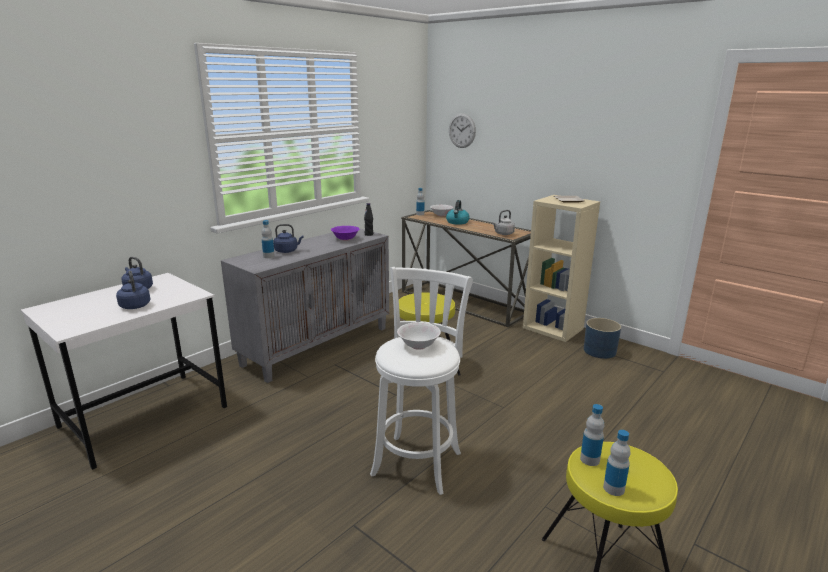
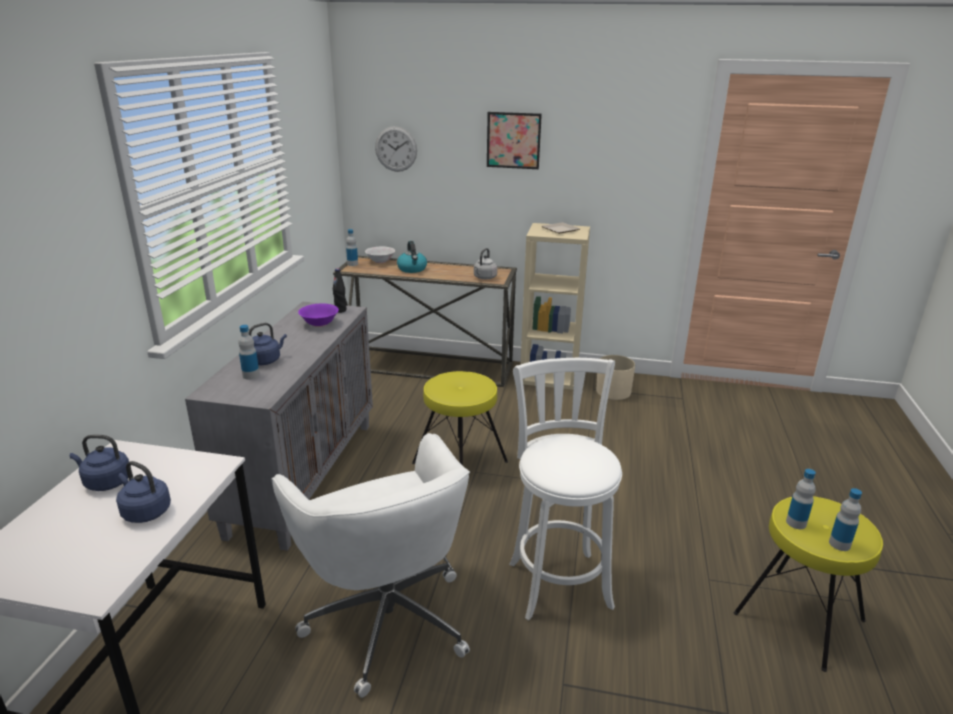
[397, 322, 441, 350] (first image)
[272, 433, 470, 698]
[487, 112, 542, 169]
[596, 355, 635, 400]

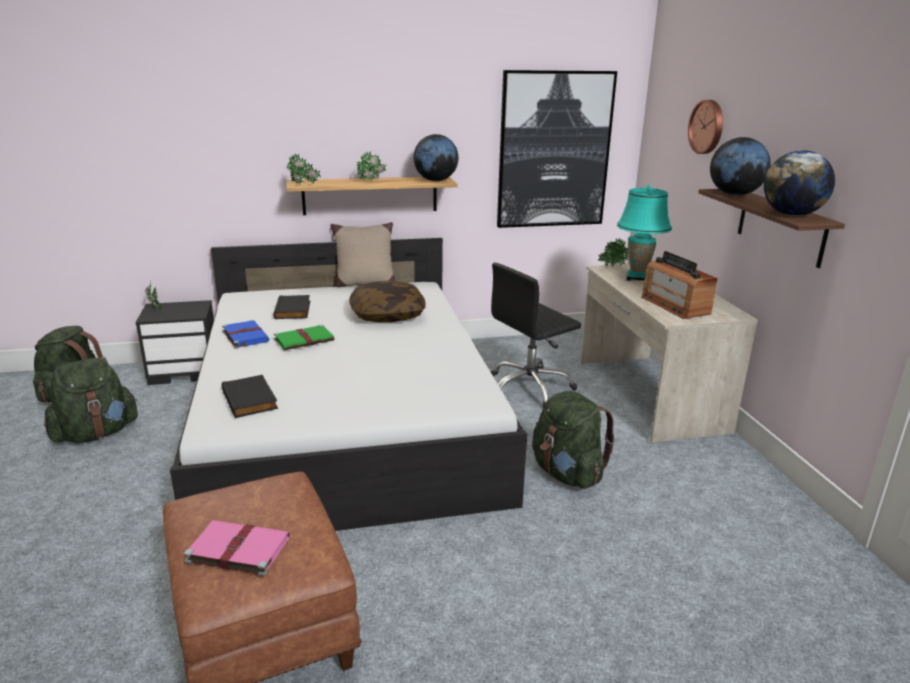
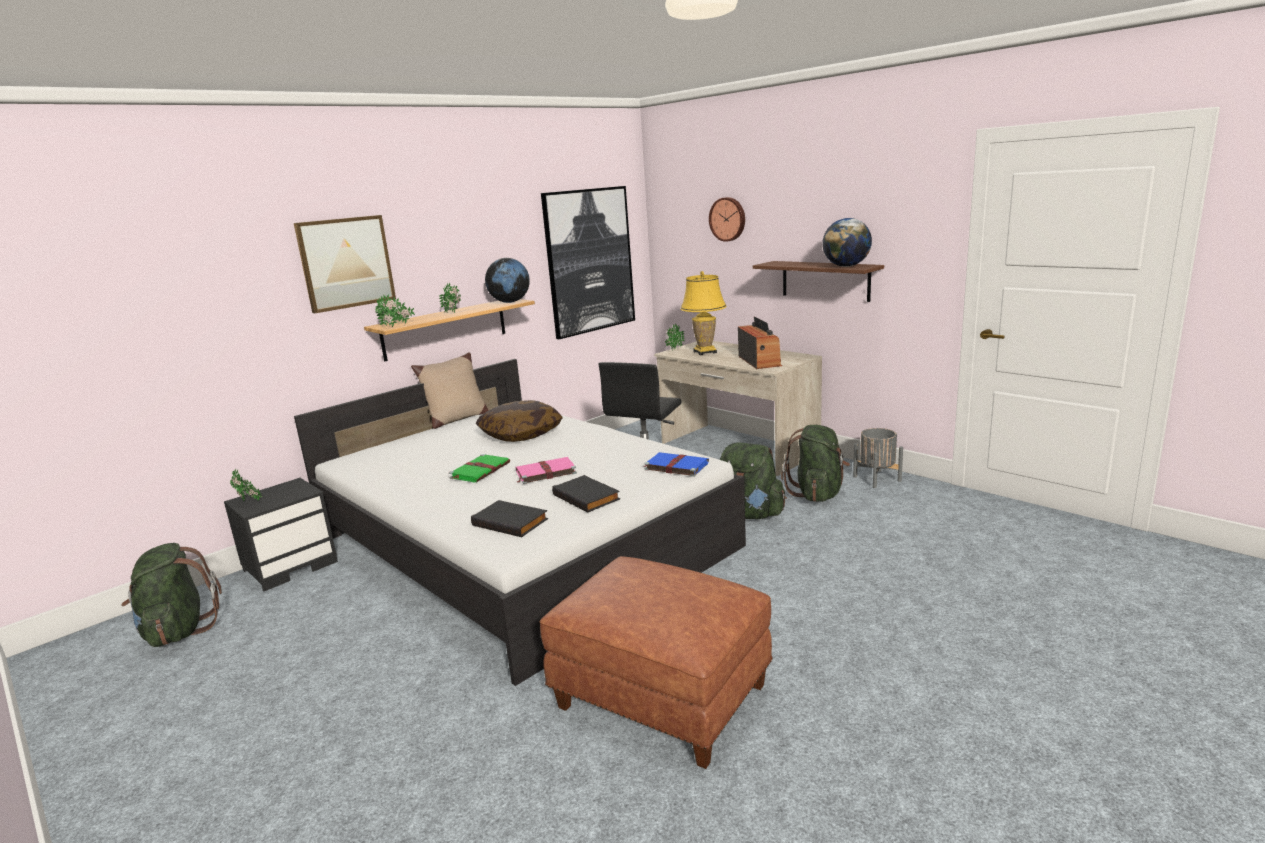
[710, 137, 771, 195] (first image)
[294, 215, 396, 313]
[853, 428, 903, 488]
[781, 425, 850, 502]
[516, 457, 577, 484]
[644, 452, 709, 477]
[552, 475, 620, 512]
[681, 271, 727, 355]
[738, 317, 782, 369]

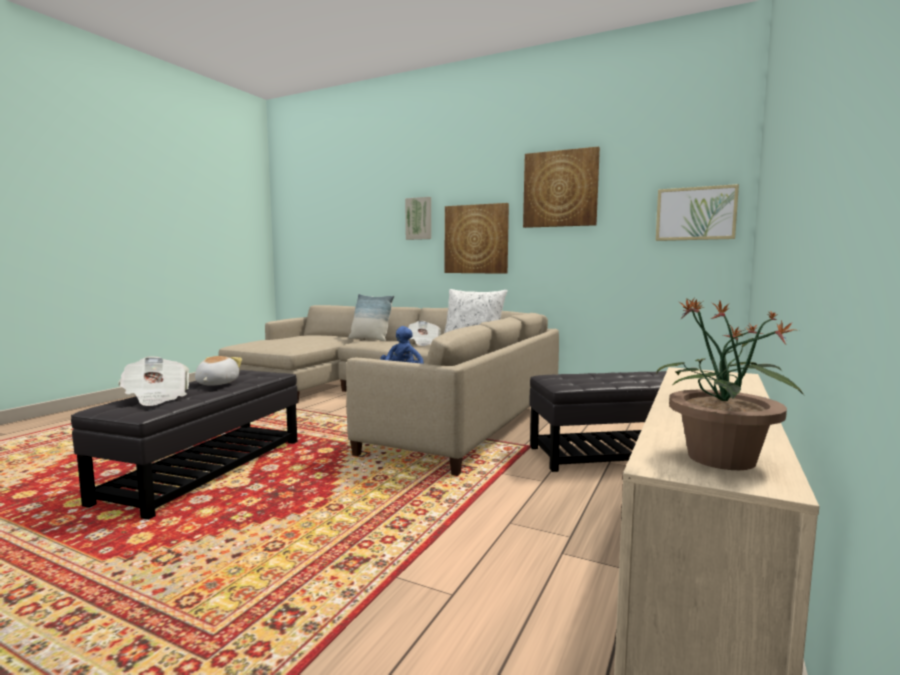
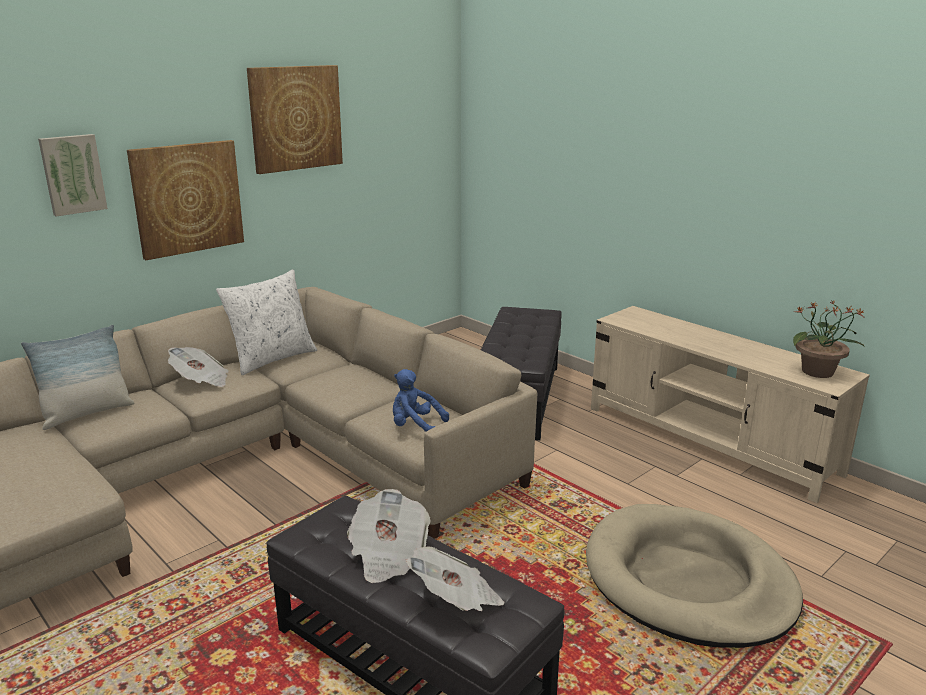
[656, 184, 739, 241] (first image)
[586, 504, 803, 648]
[347, 489, 431, 583]

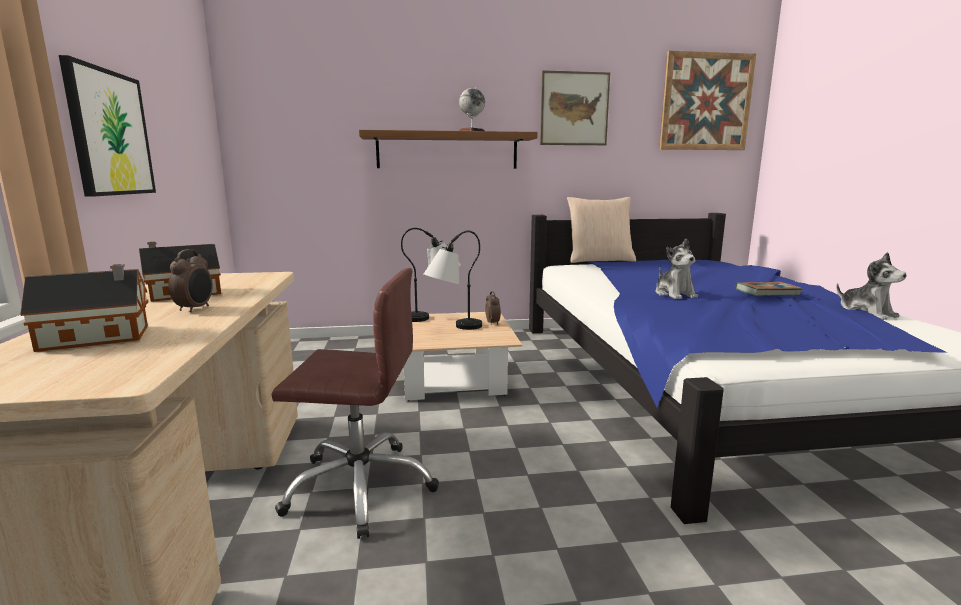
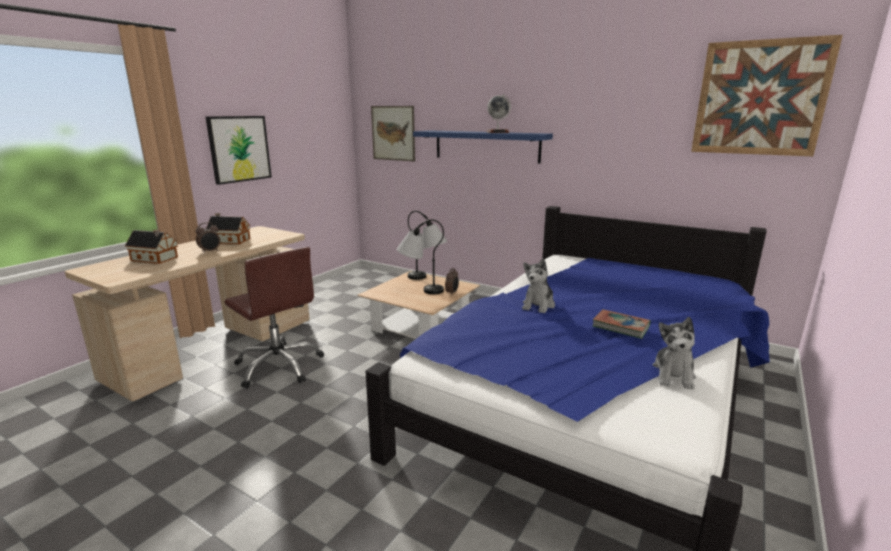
[567, 197, 636, 263] (first image)
[371, 106, 415, 161]
[413, 130, 553, 163]

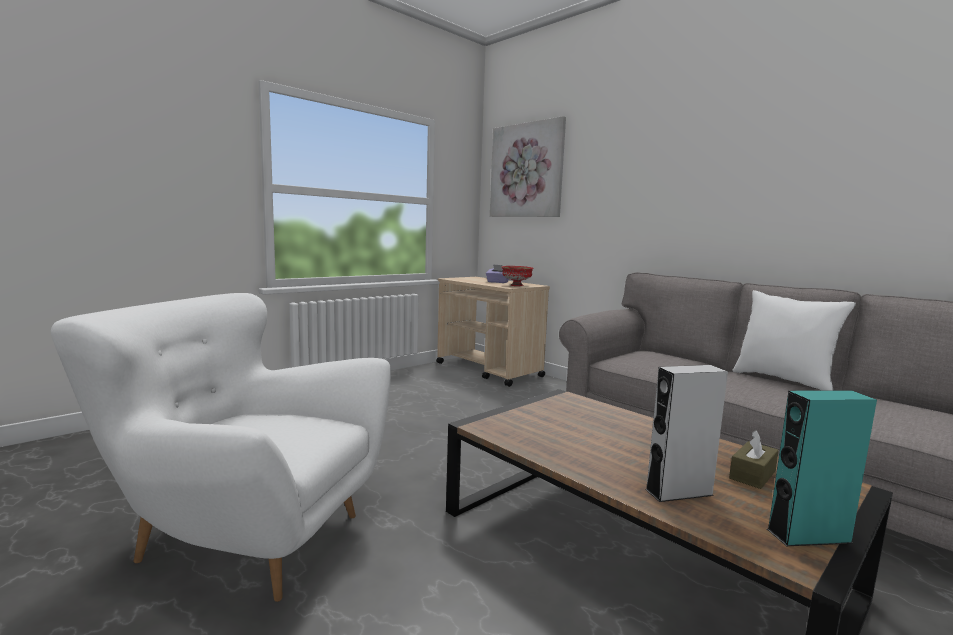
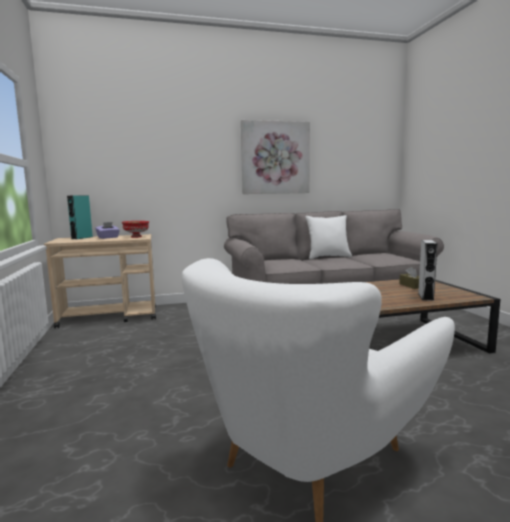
[241, 120, 310, 194]
[67, 195, 93, 239]

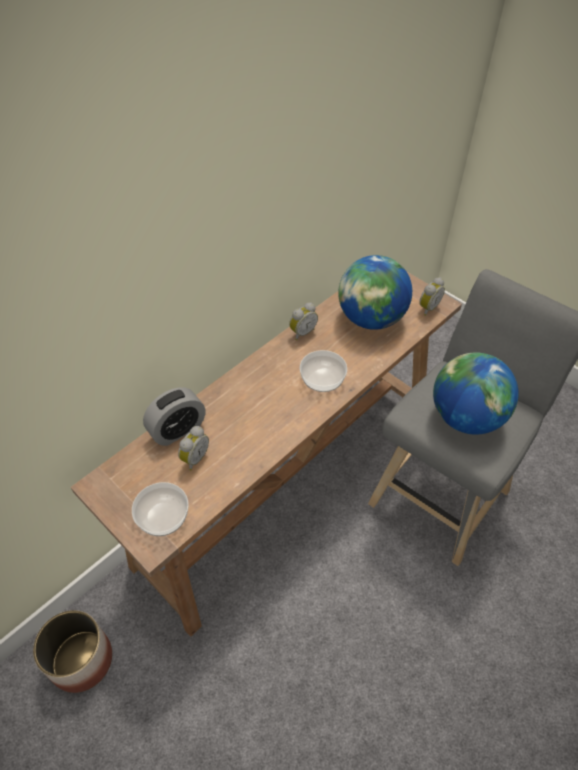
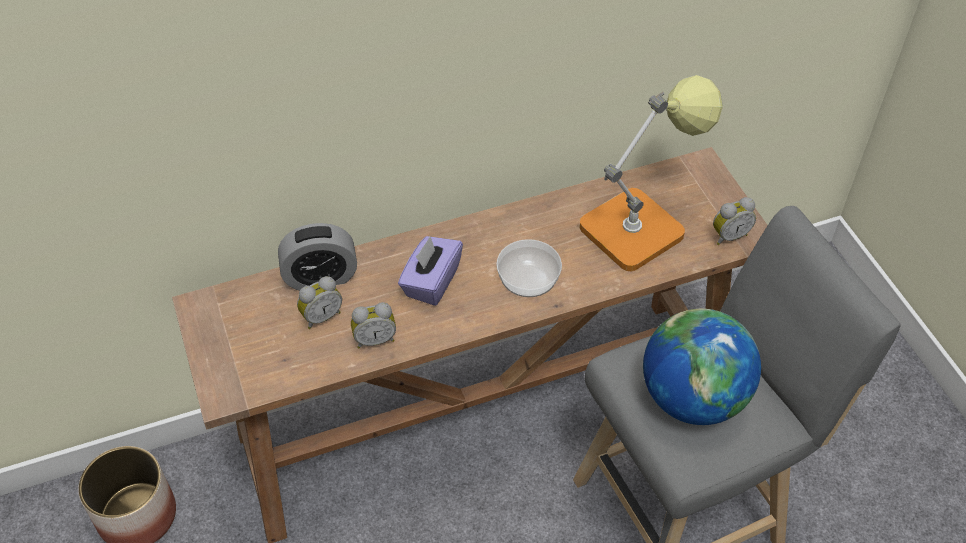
[132, 482, 189, 536] (first image)
[398, 236, 463, 306]
[351, 302, 396, 349]
[579, 75, 723, 272]

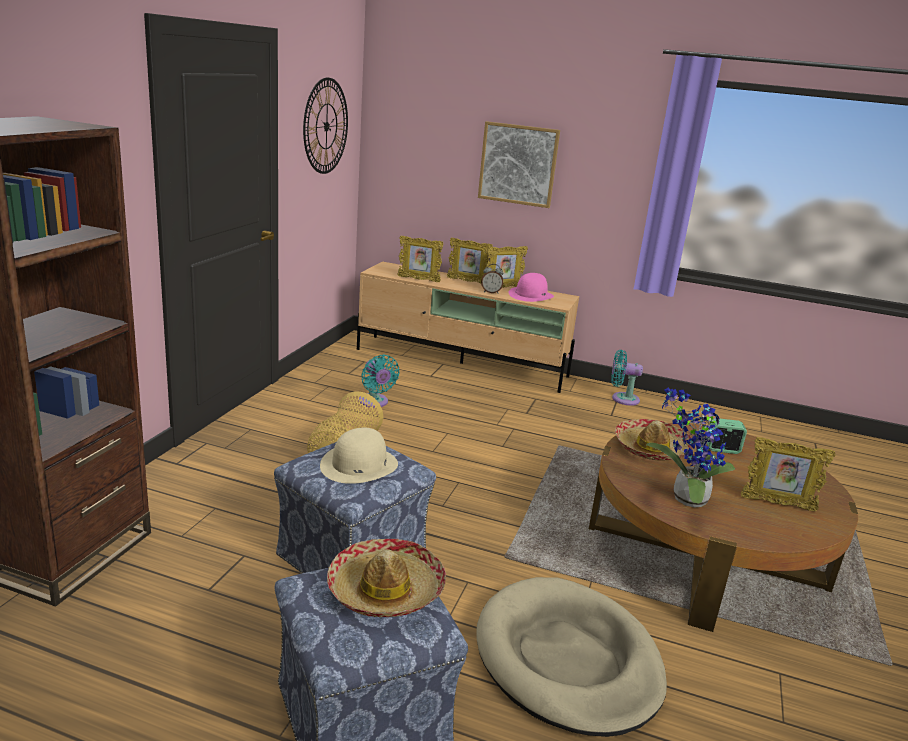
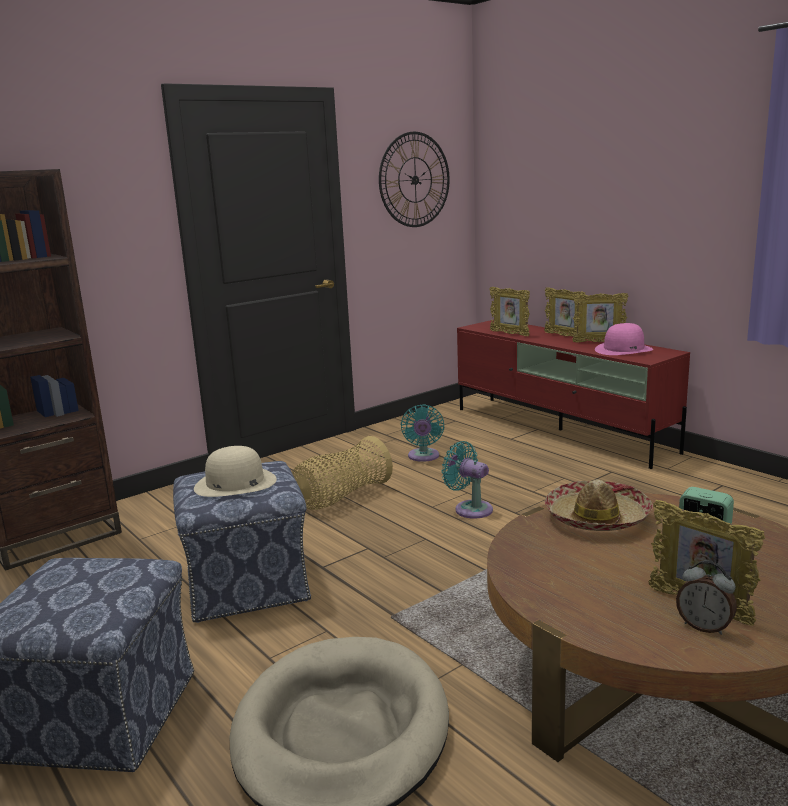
[327, 539, 446, 617] (first image)
[478, 121, 560, 208] (first image)
[646, 387, 735, 508] (first image)
[676, 561, 737, 635]
[442, 441, 493, 519]
[457, 320, 690, 469]

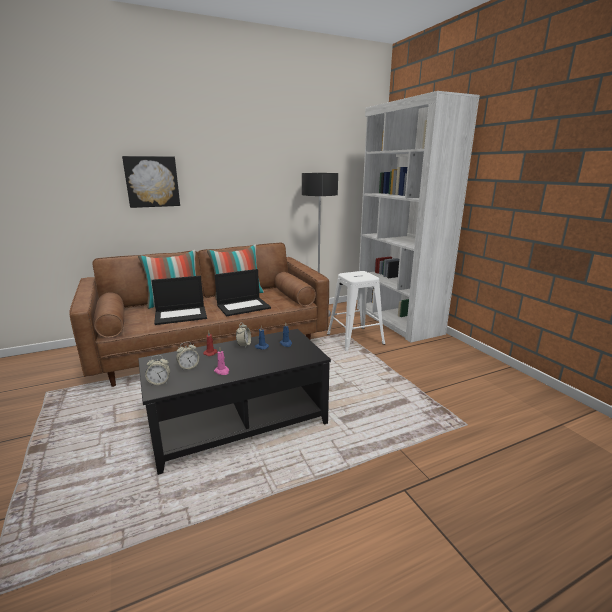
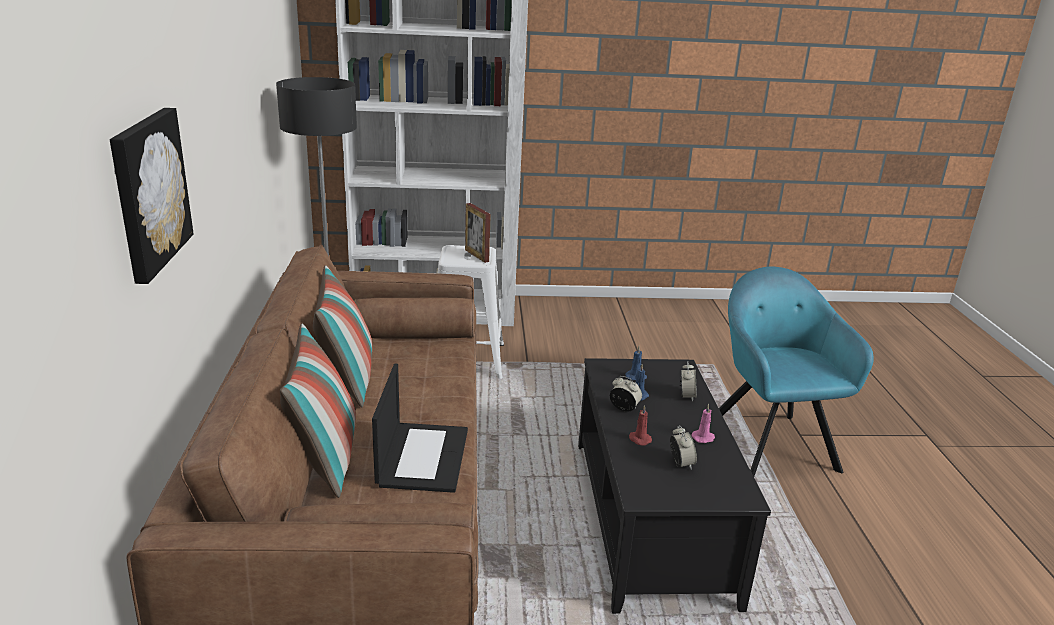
[215, 269, 271, 316] (first image)
[465, 203, 491, 263]
[719, 267, 873, 476]
[680, 361, 697, 402]

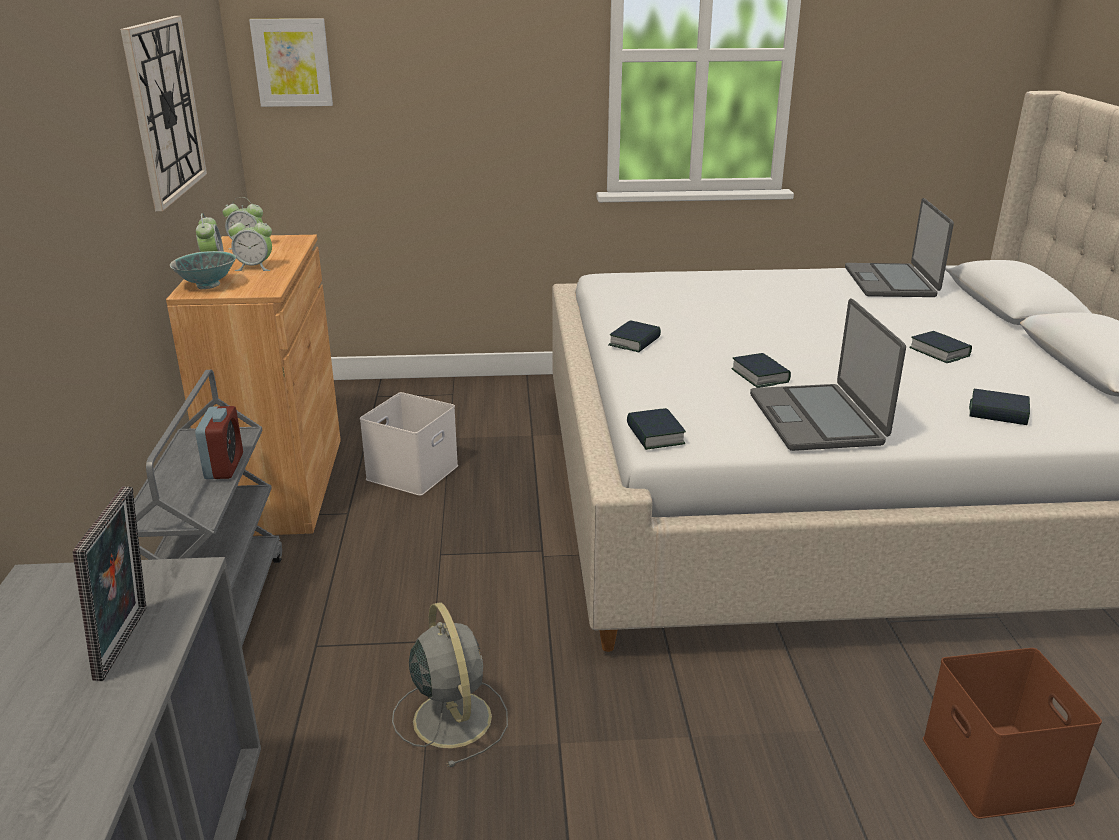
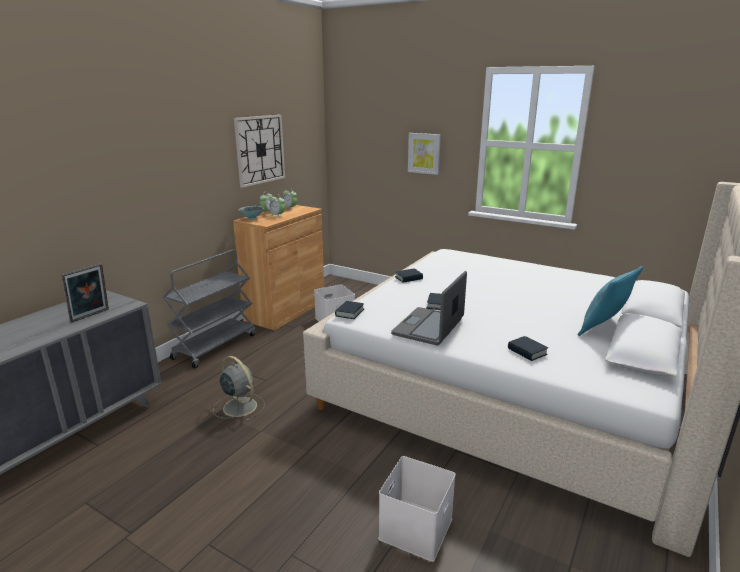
[195, 406, 243, 479] (first image)
[845, 198, 954, 297] (first image)
[909, 331, 972, 363] (first image)
[578, 266, 643, 336]
[408, 133, 441, 175]
[378, 456, 456, 562]
[213, 356, 265, 421]

